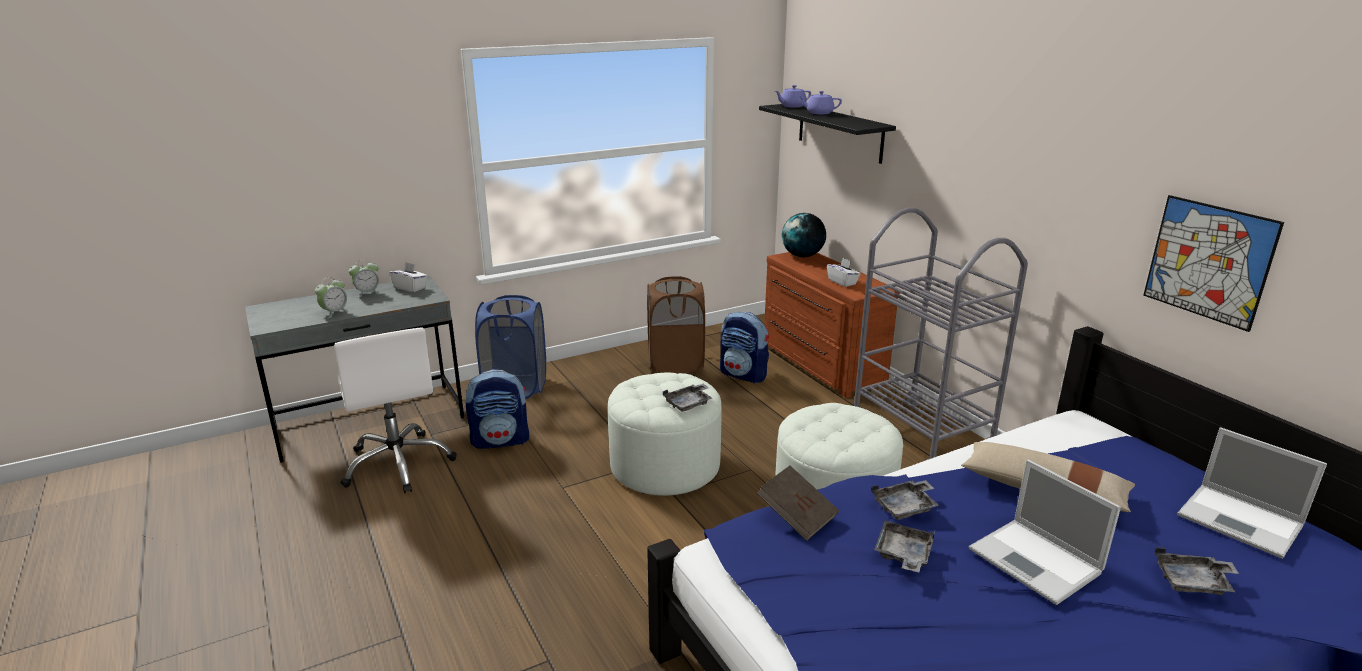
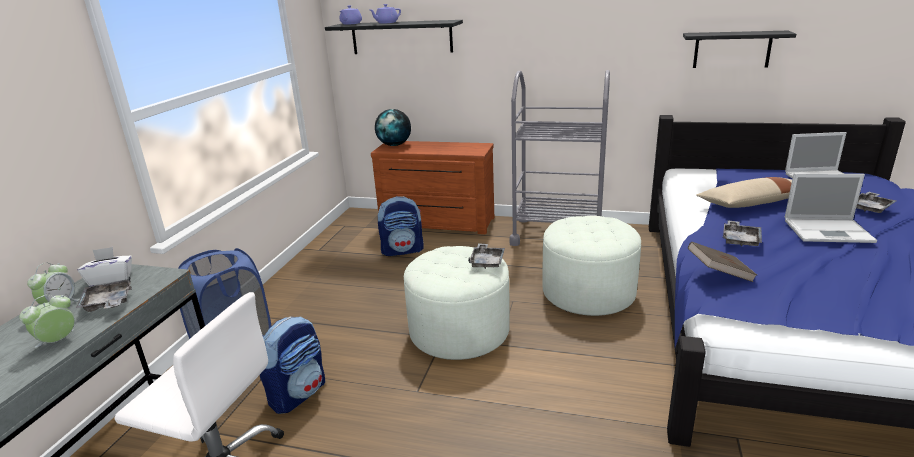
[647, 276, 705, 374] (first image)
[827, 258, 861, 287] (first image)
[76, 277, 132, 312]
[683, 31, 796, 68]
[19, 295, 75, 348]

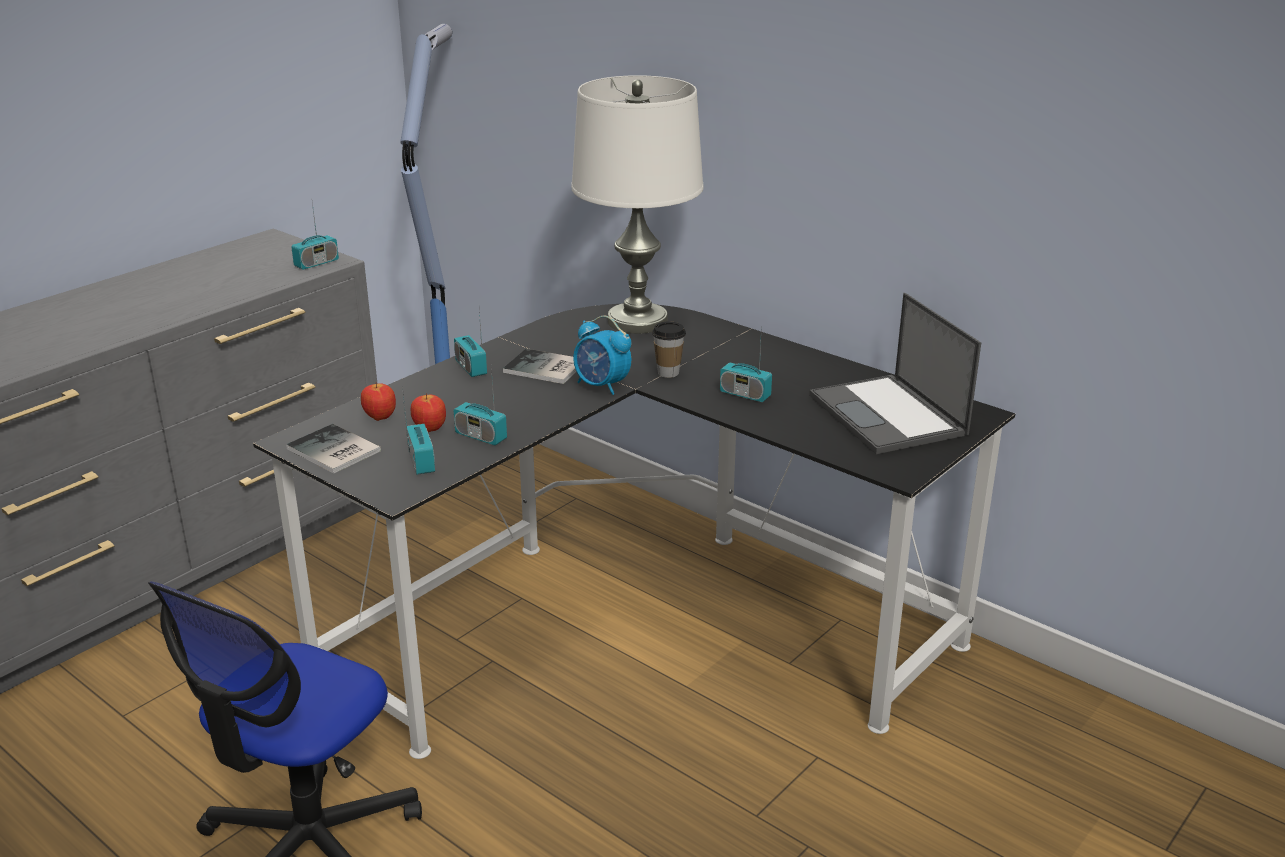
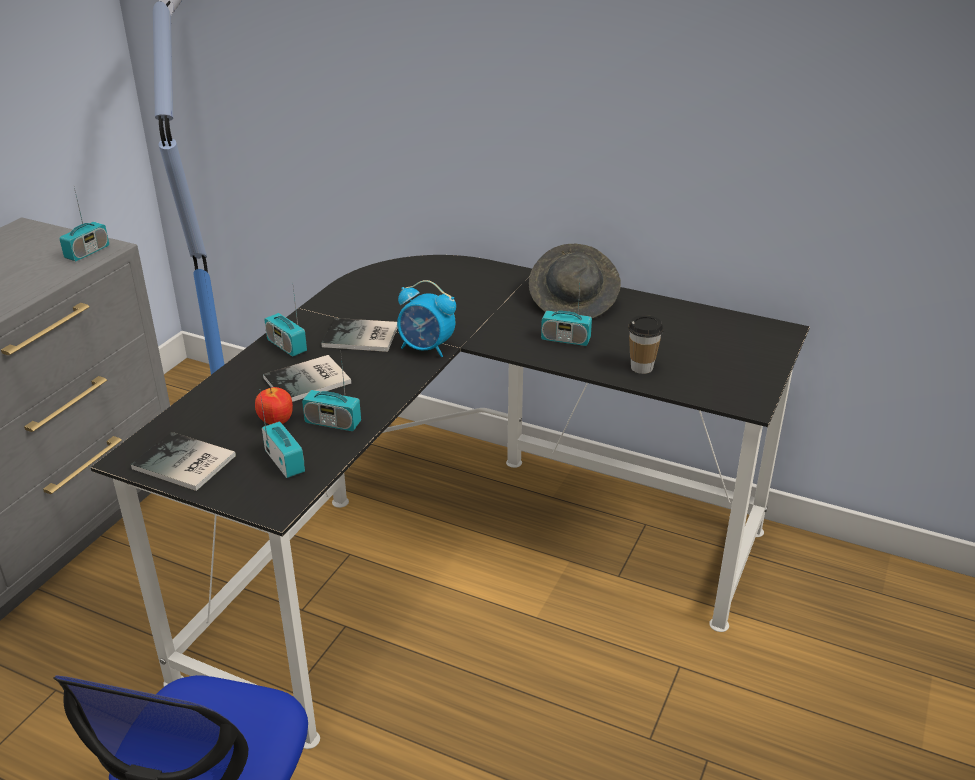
[361, 382, 396, 421] (first image)
[571, 75, 704, 334] (first image)
[809, 293, 981, 454] (first image)
[263, 355, 351, 402]
[529, 244, 621, 319]
[628, 315, 664, 374]

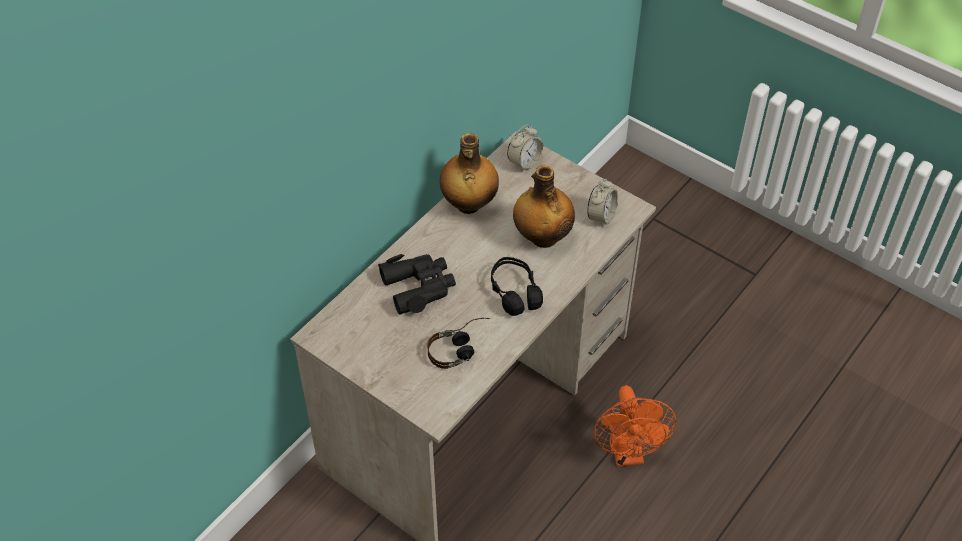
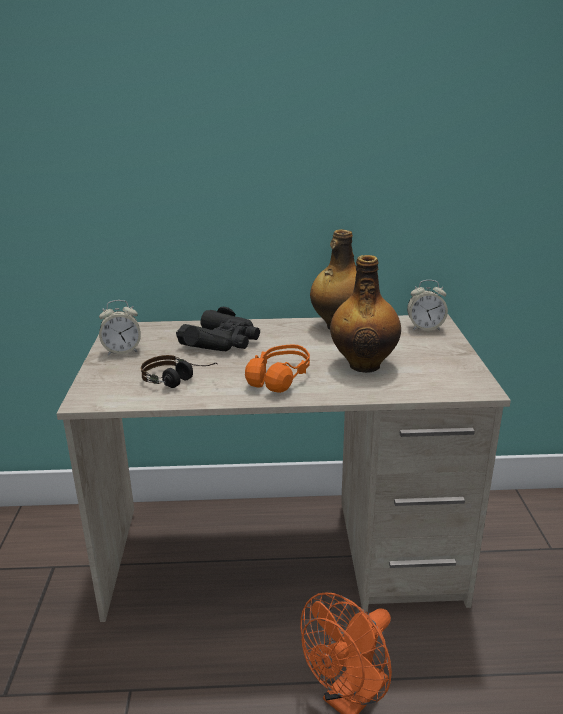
[99, 300, 141, 356]
[245, 345, 310, 393]

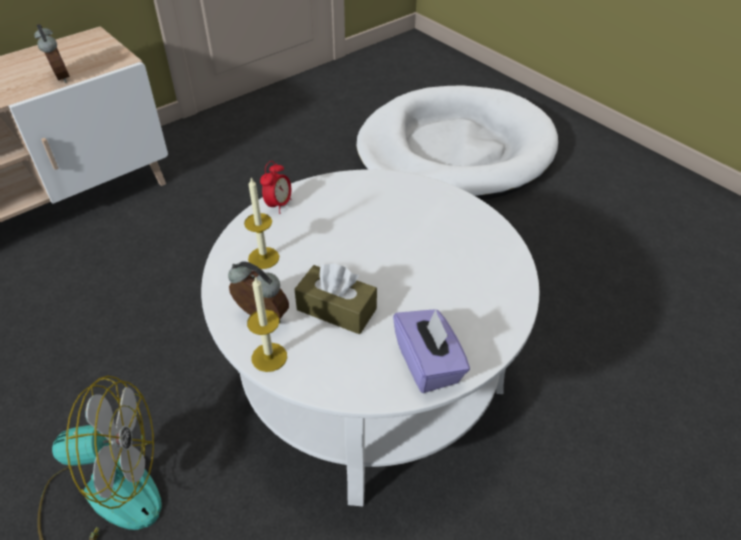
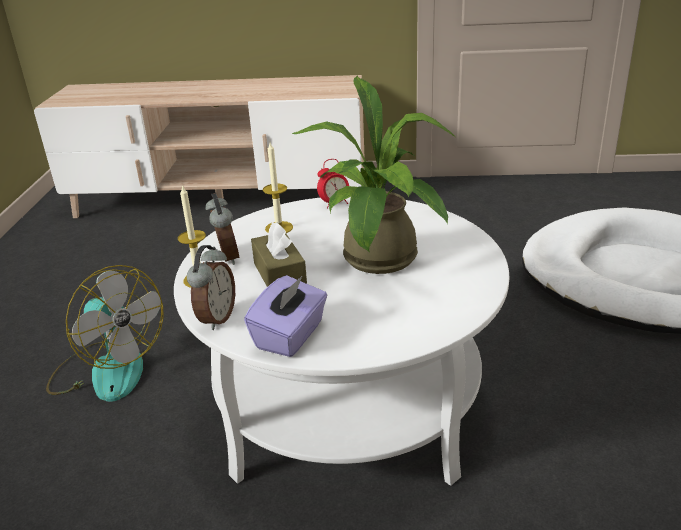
[292, 76, 455, 274]
[187, 245, 235, 330]

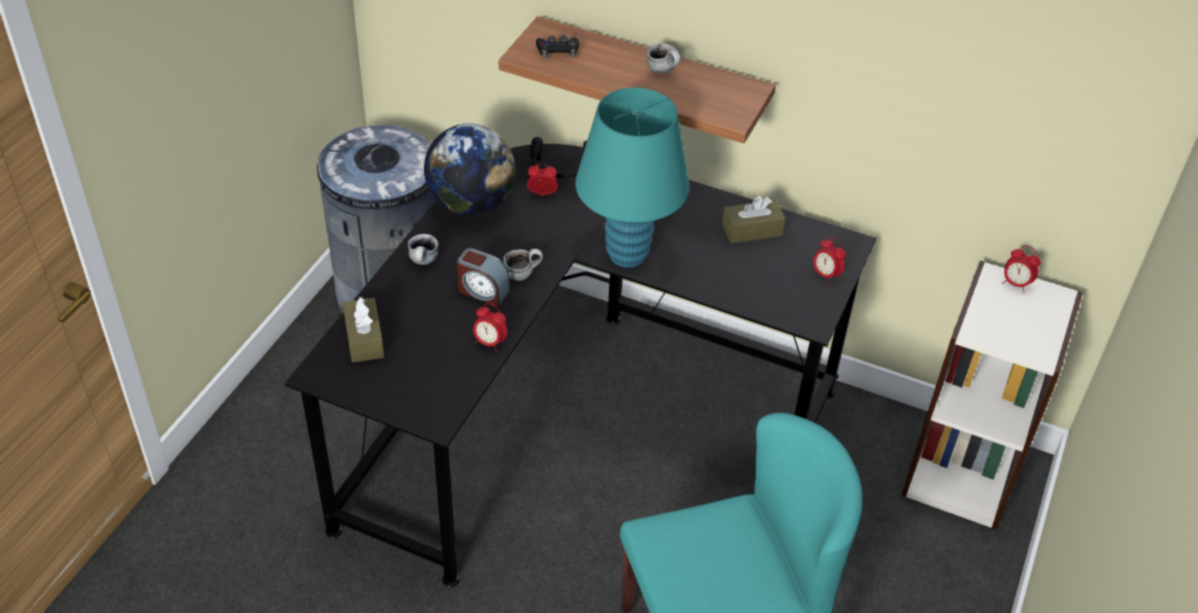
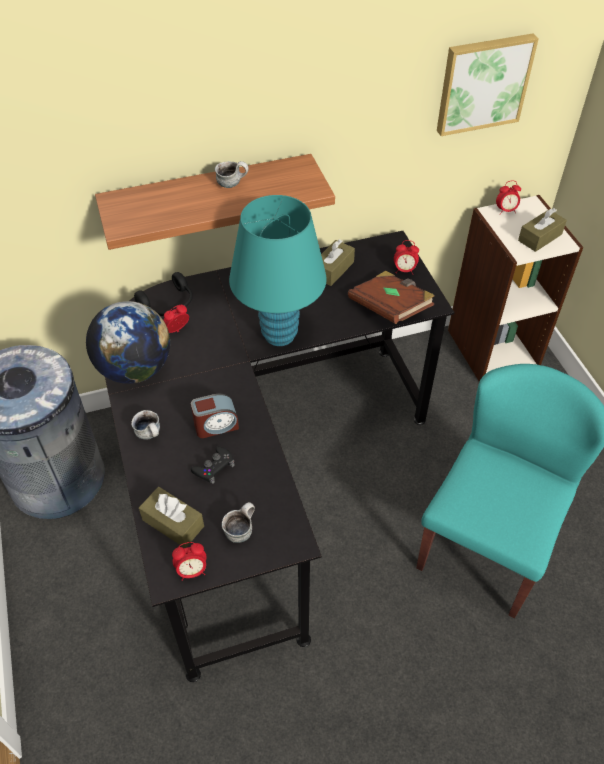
[348, 271, 434, 324]
[437, 34, 539, 136]
[518, 208, 567, 252]
[172, 542, 207, 581]
[222, 502, 255, 543]
[191, 446, 235, 484]

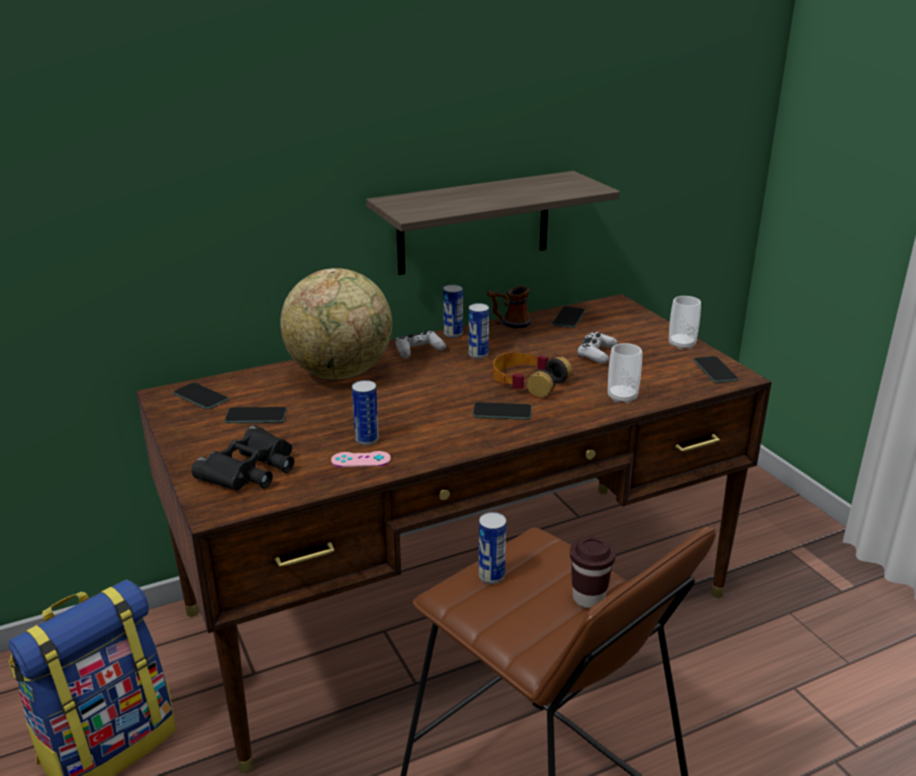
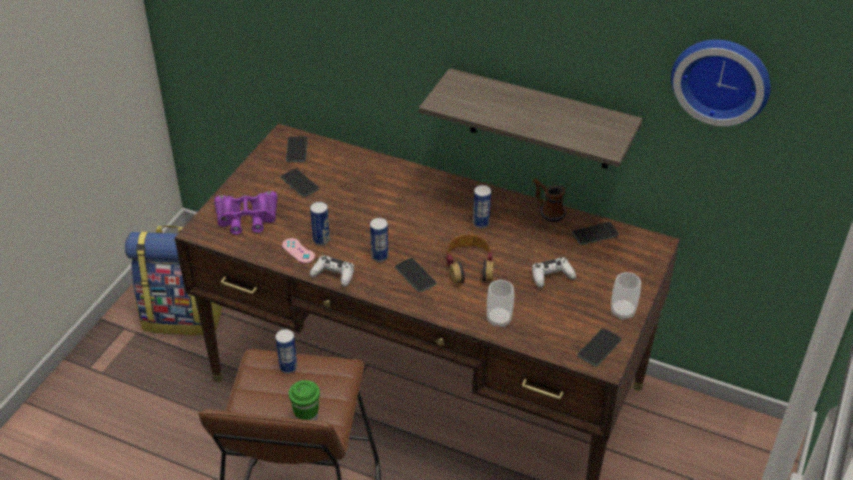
[280, 268, 392, 379] (first image)
[671, 40, 771, 126]
[310, 256, 354, 287]
[370, 218, 388, 262]
[214, 191, 278, 235]
[289, 380, 320, 421]

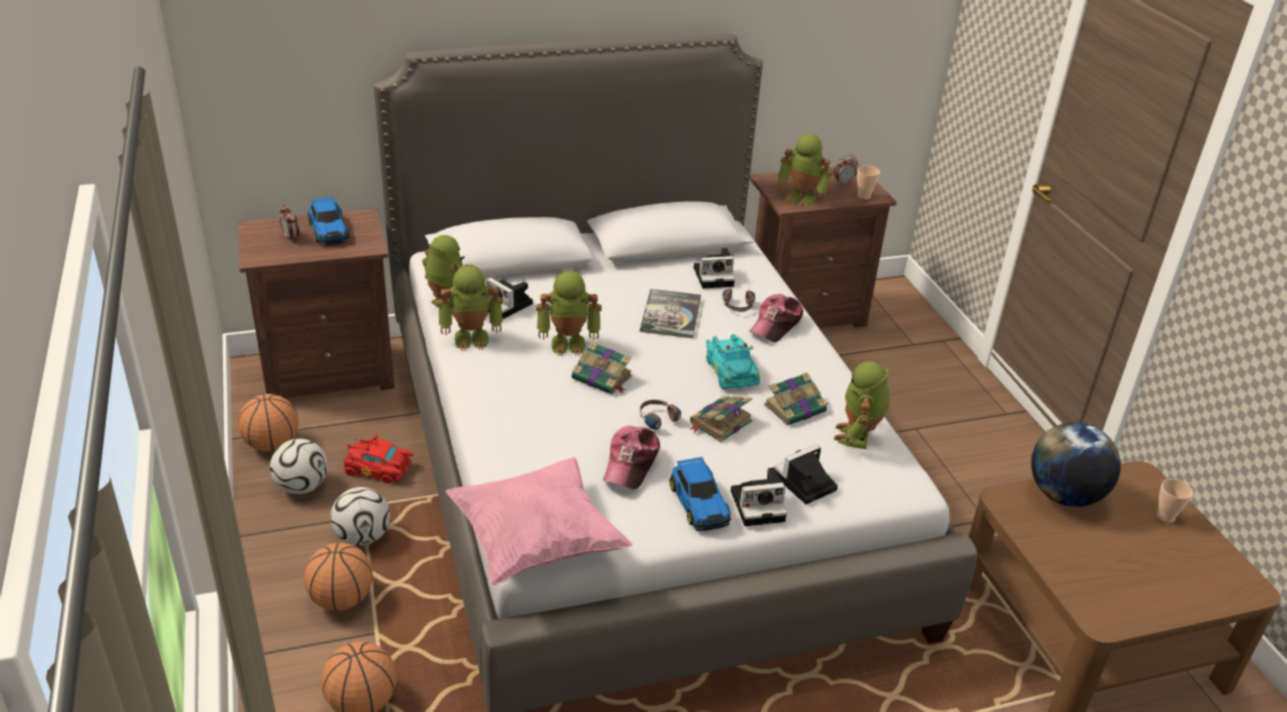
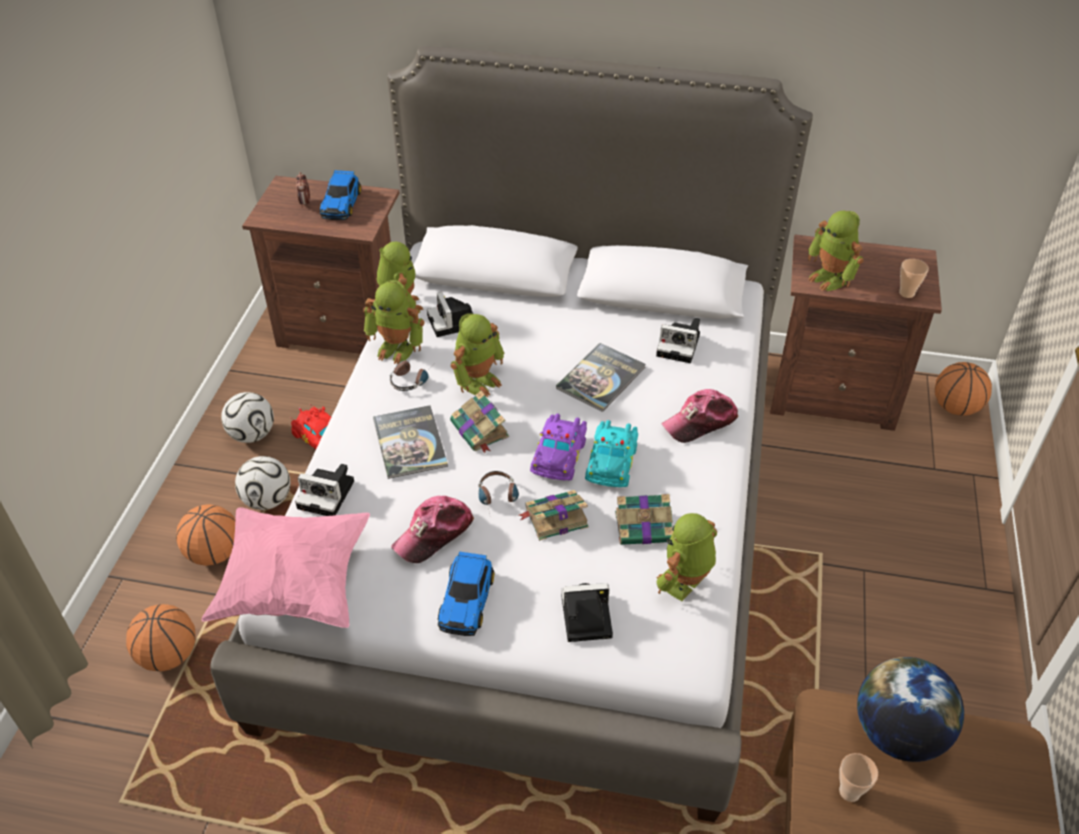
[834, 155, 858, 185] (first image)
[373, 405, 448, 479]
[530, 414, 587, 480]
[935, 362, 992, 416]
[390, 360, 429, 391]
[295, 464, 354, 516]
[839, 753, 878, 802]
[451, 313, 504, 397]

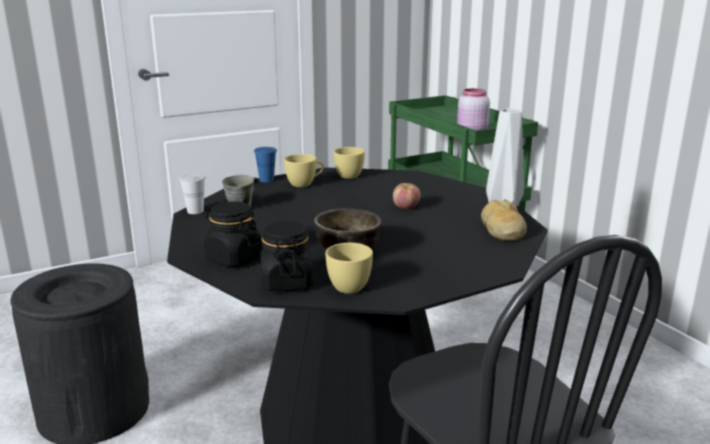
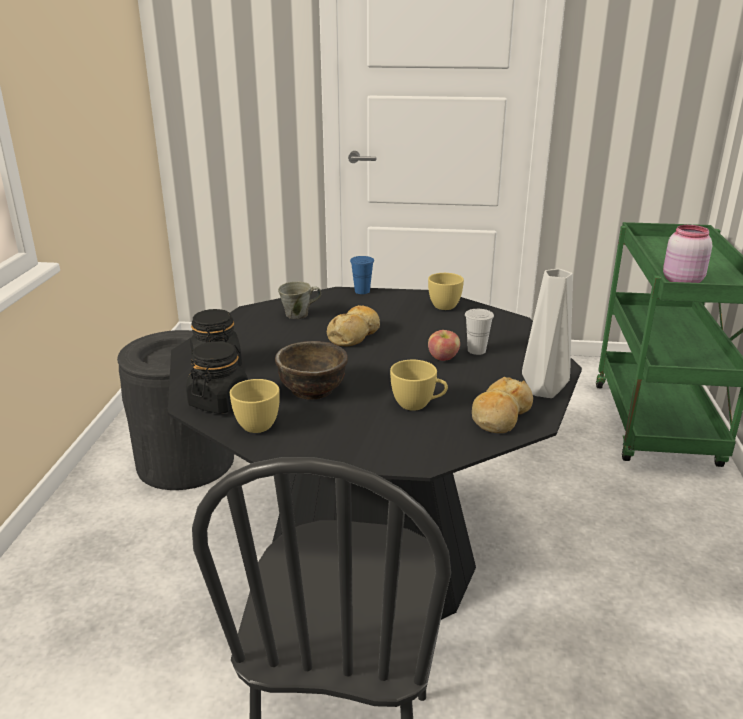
[327, 305, 380, 346]
[465, 309, 494, 355]
[390, 360, 448, 411]

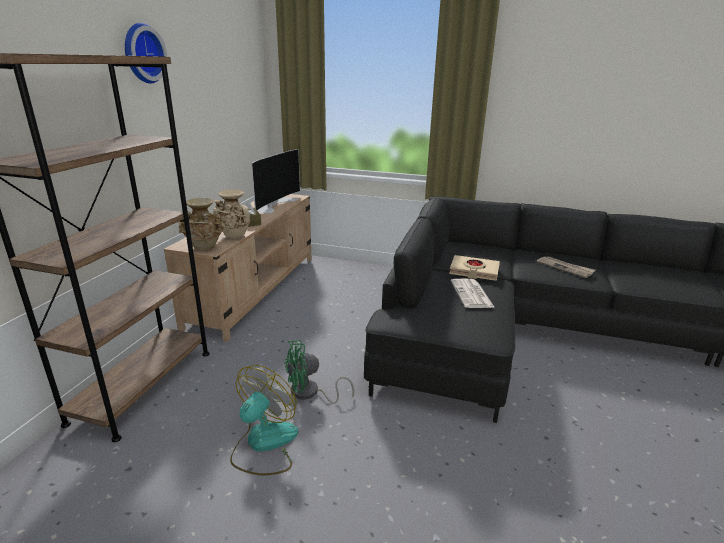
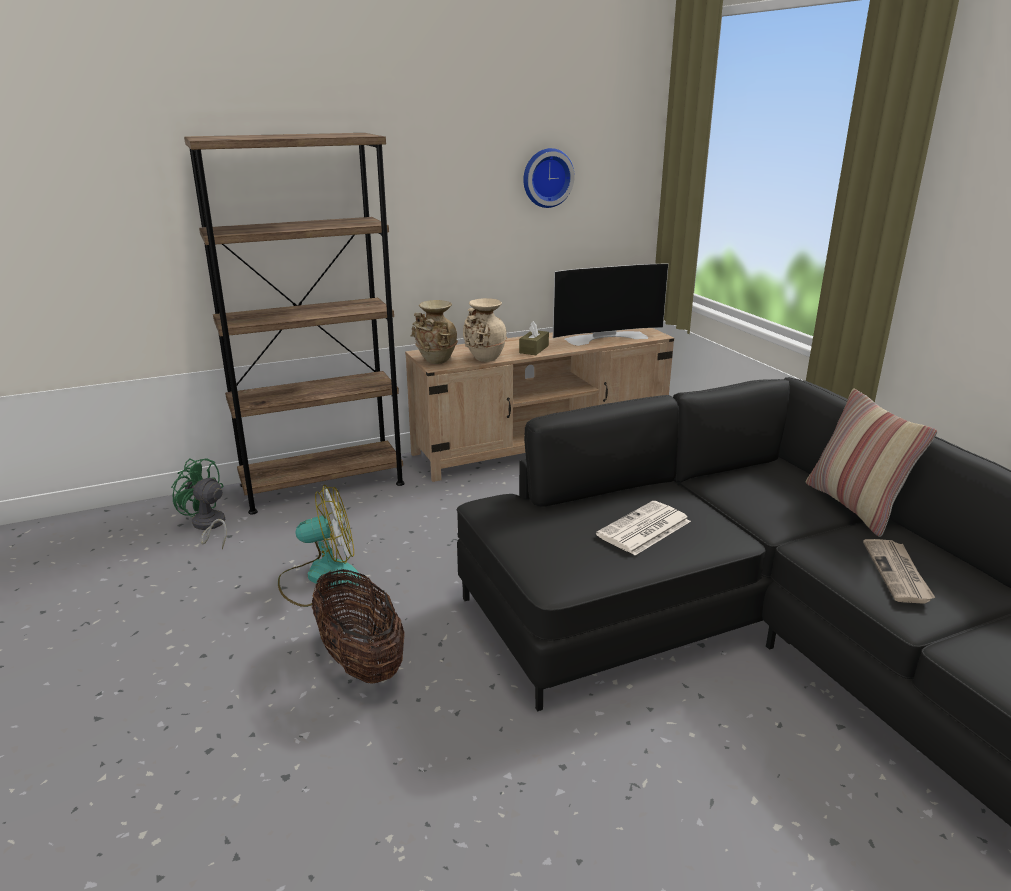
[449, 255, 500, 281] (first image)
[312, 569, 405, 684]
[806, 388, 937, 537]
[523, 148, 575, 208]
[171, 458, 227, 549]

